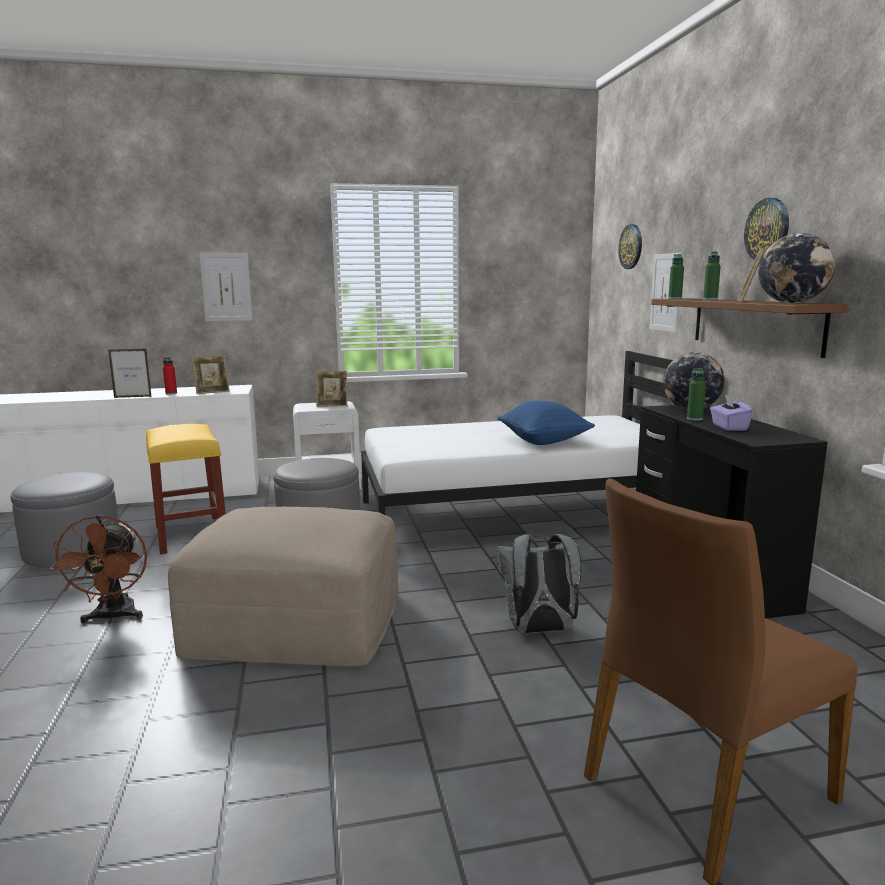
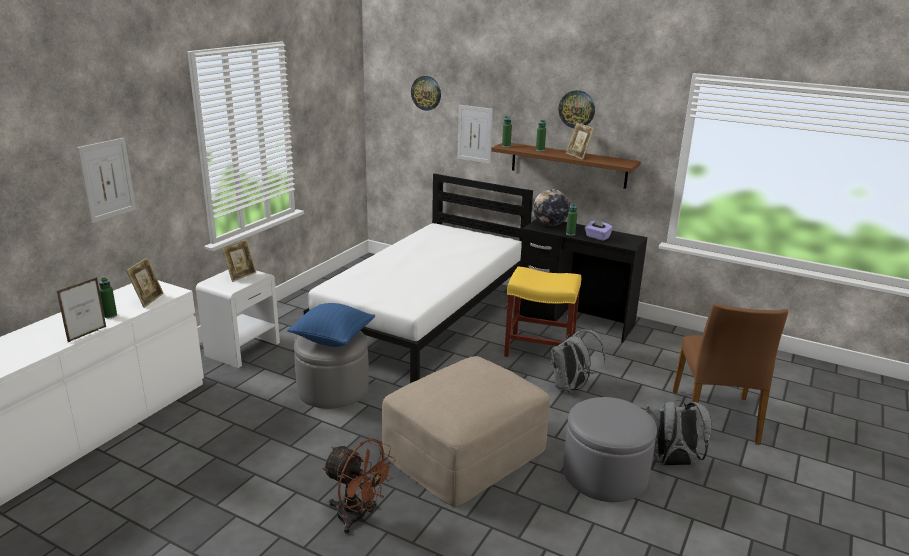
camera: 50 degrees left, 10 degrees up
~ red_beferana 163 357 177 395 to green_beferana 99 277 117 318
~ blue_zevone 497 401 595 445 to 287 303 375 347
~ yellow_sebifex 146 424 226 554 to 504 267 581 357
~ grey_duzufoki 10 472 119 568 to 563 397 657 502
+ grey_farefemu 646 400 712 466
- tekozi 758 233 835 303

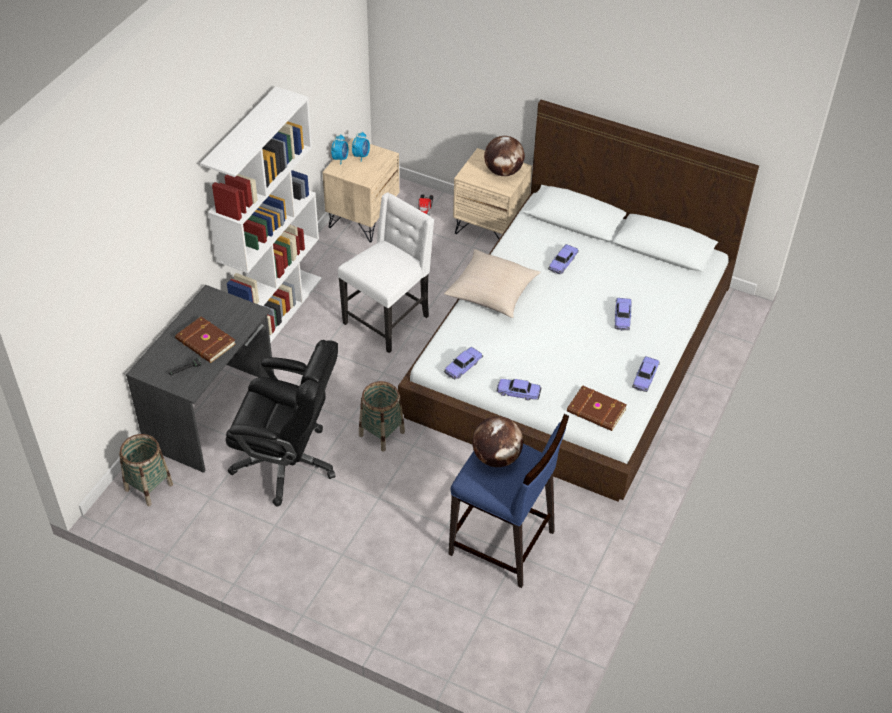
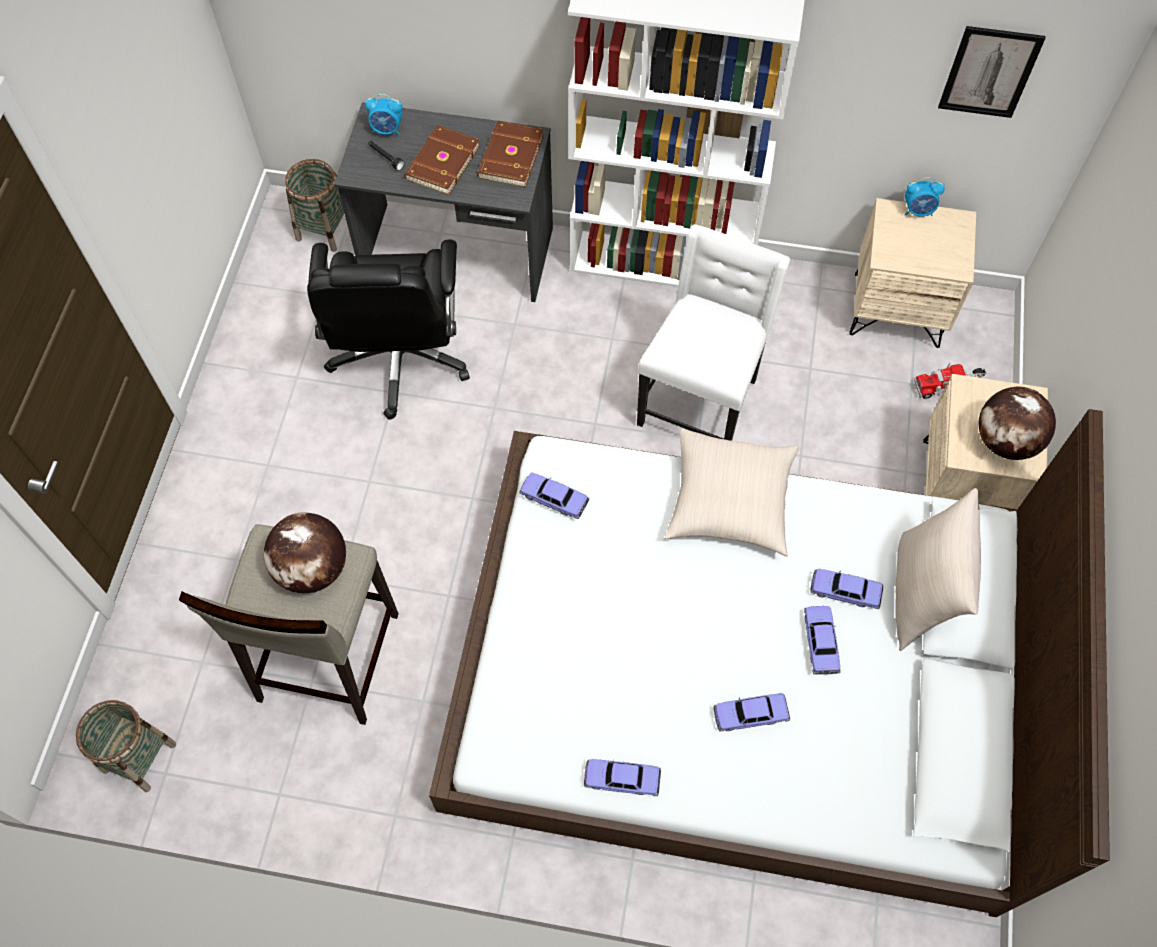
camera: 75 degrees right, 15 degrees up
~ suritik 359 381 405 452 to 76 700 176 792
~ blue_sebifex 449 414 569 588 to beige_sebifex 179 524 399 725
~ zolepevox 352 132 370 161 to 365 94 402 135
~ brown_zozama 567 385 627 431 to 477 121 544 188
~ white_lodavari 338 193 434 353 = 637 224 790 441 90 degrees counterclockwise
~ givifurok 497 379 541 401 to 804 606 841 675
+ beige_zevone 895 488 981 651
+ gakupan 938 26 1045 118

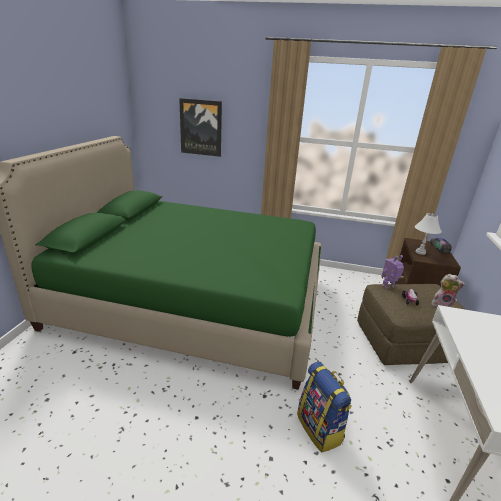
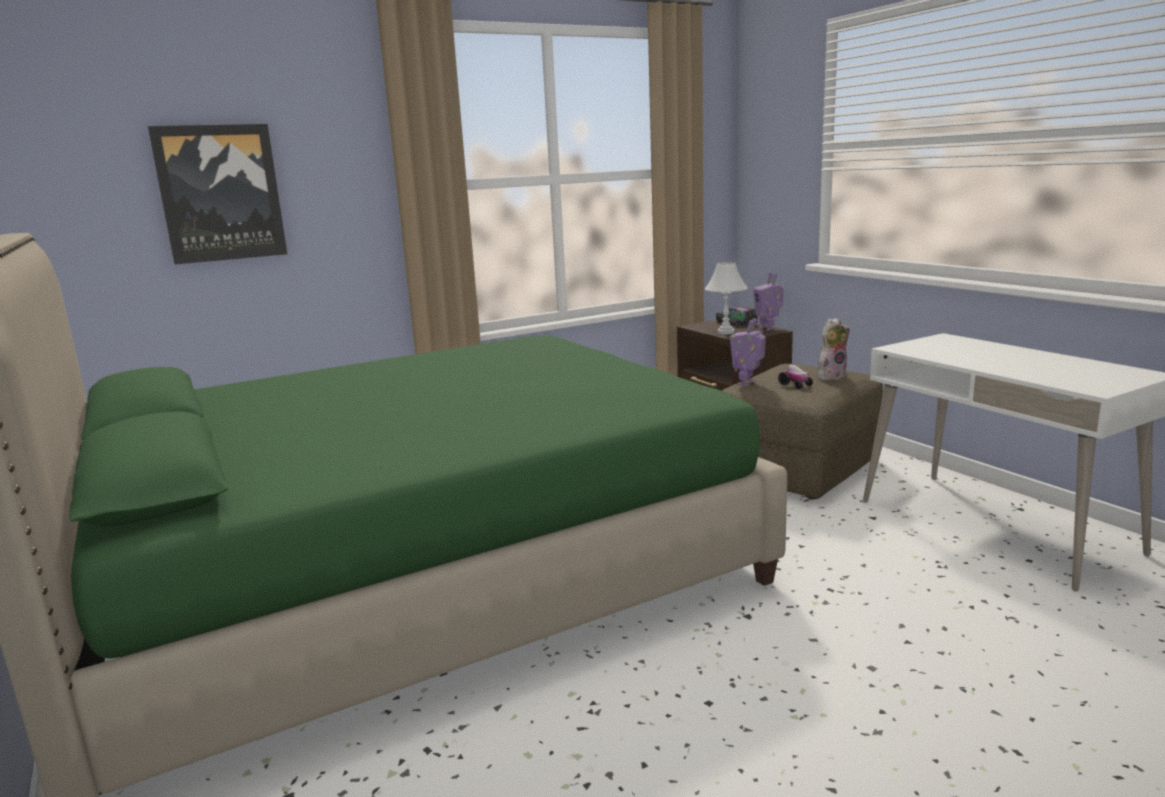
camera: 40 degrees left, 10 degrees down
+ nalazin 753 273 784 331
- farefemu 297 362 352 453

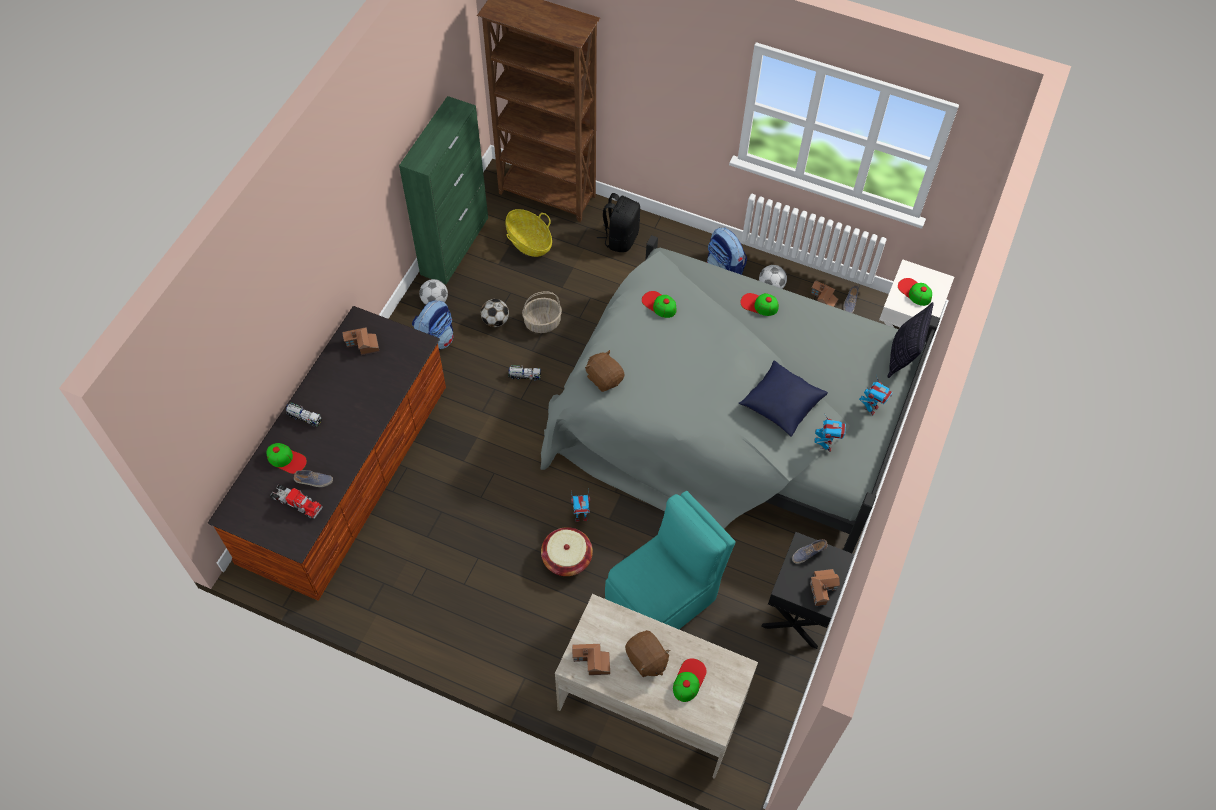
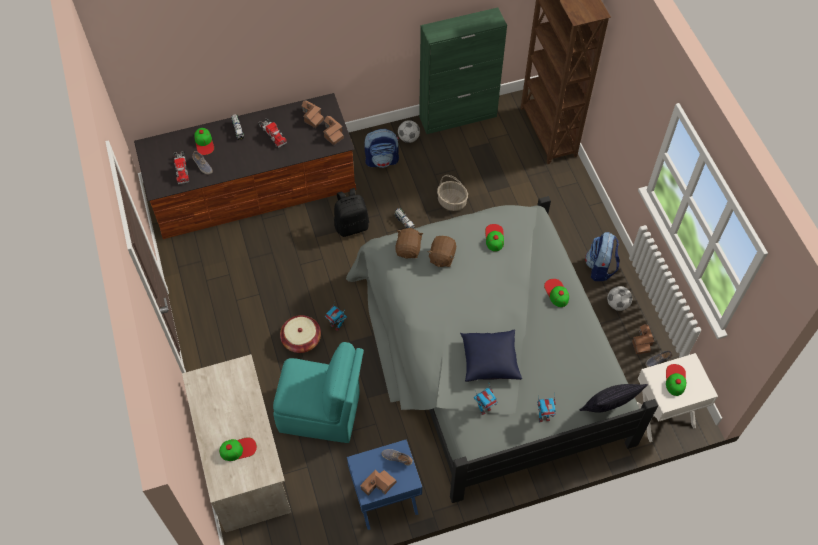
camera: 50 degrees right, 0 degrees up
+ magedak 258 118 287 148
~ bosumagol 572 644 610 675 to 323 116 344 145
~ black_farefemu 597 193 640 252 to 334 188 369 237
~ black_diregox 761 532 854 649 to blue_diregox 347 439 422 530
~ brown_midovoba 625 630 671 677 to 428 236 456 267
- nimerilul 481 299 509 327
- suritik 505 209 552 257

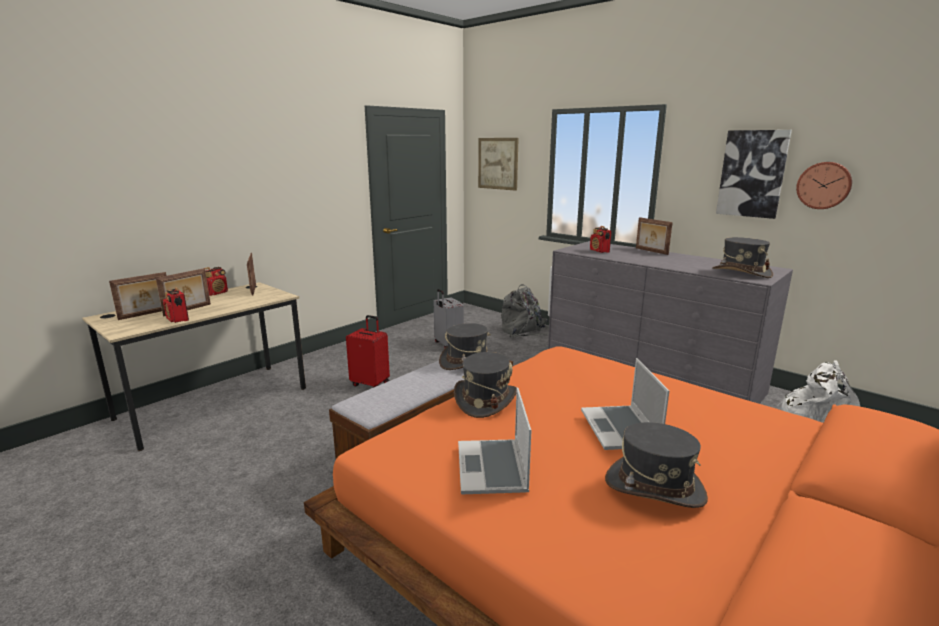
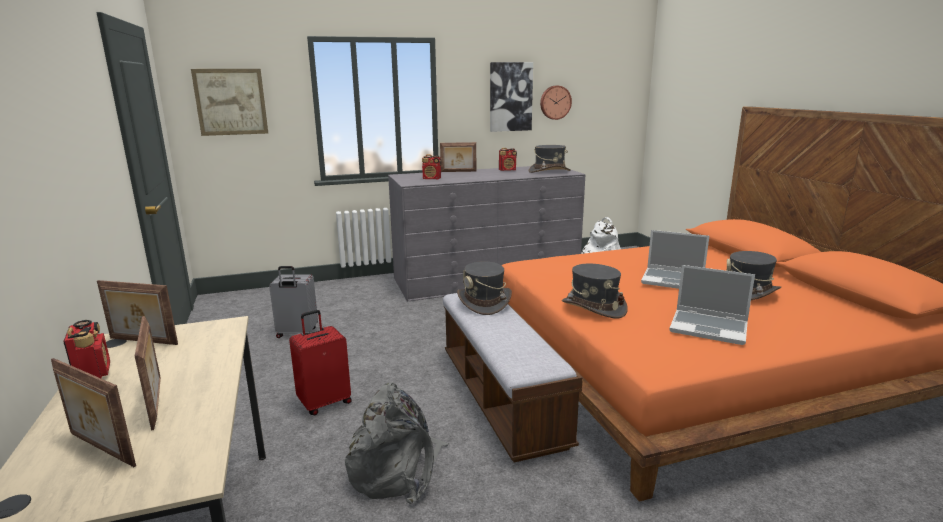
camera: 60 degrees left, 0 degrees up
~ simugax 109 272 166 320 = 51 358 136 467 135 degrees clockwise
~ grey_farefemu 501 285 549 338 to 345 382 449 504
~ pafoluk 163 287 189 323 to 499 148 517 171

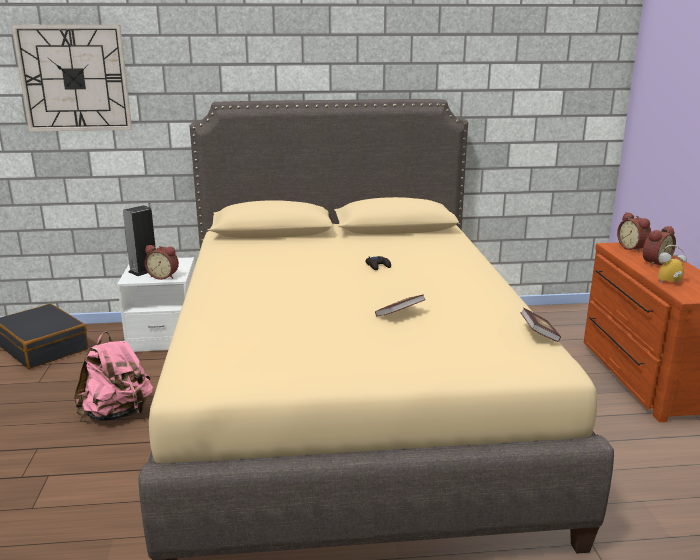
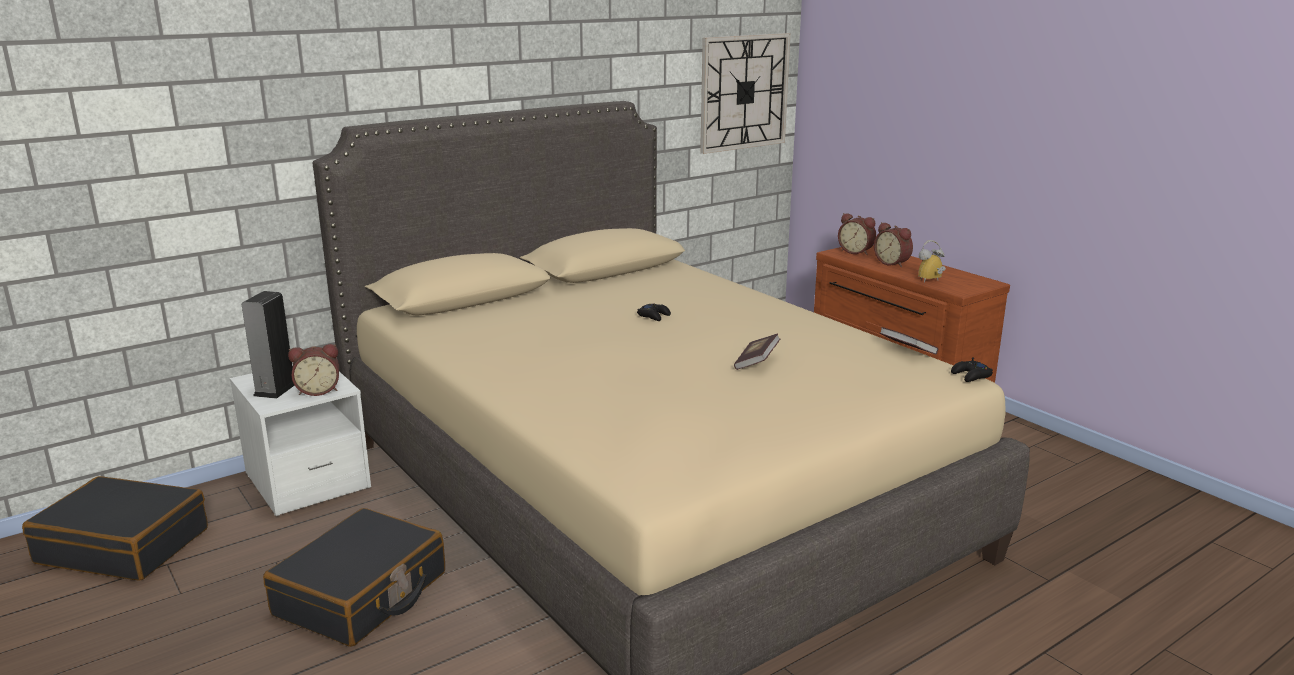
camera: 30 degrees left, 0 degrees up
~ pink_farefemu 74 332 153 421 to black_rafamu 263 508 445 647
~ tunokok 11 25 132 131 to 700 33 790 154
~ zolepevox 643 226 676 267 = 874 222 913 267 120 degrees clockwise
+ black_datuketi 951 358 993 382

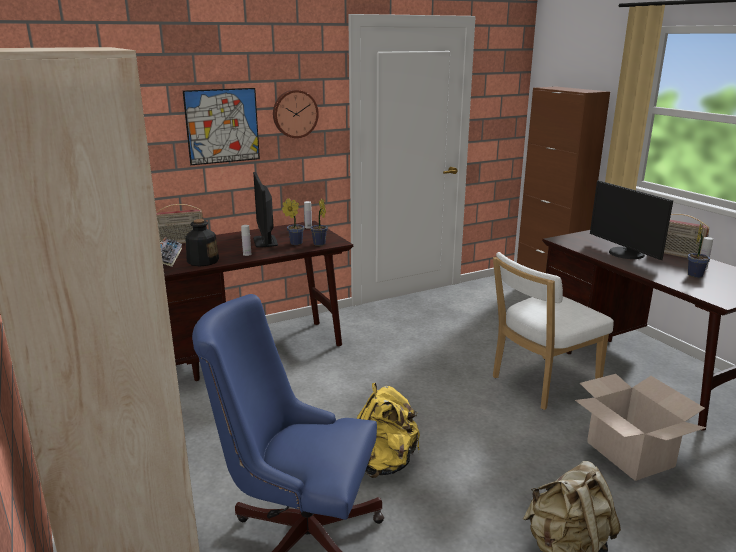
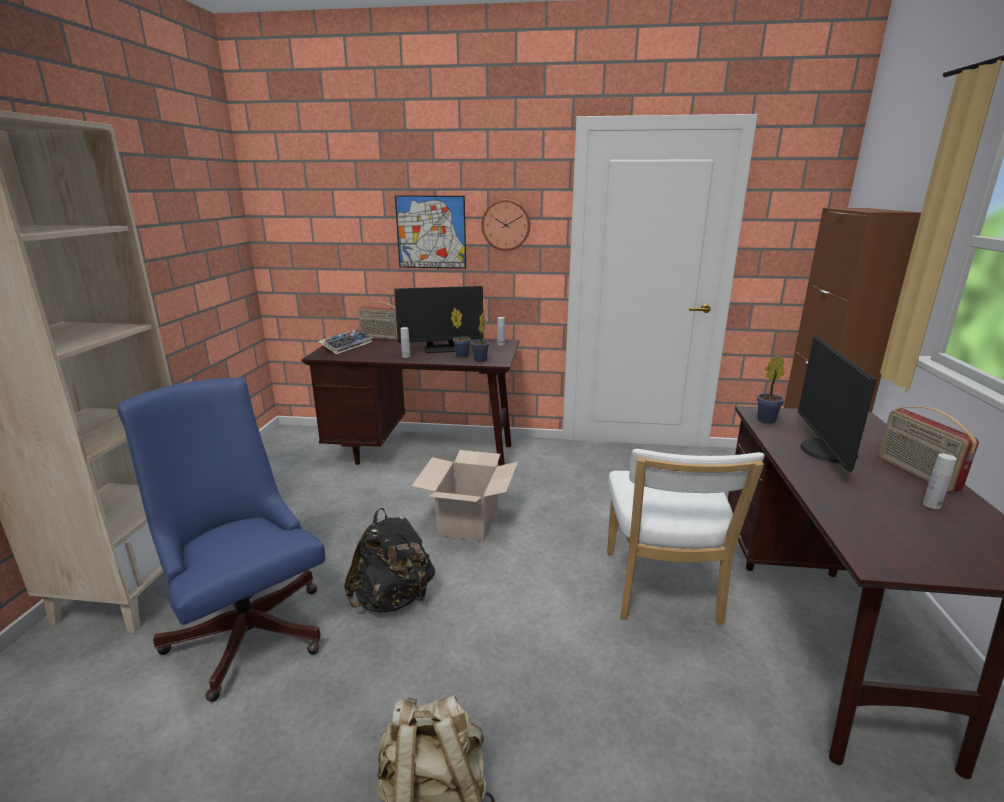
camera: 35 degrees right, 0 degrees up
~ yellow_farefemu 356 383 420 478 to black_farefemu 344 508 435 613
~ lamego 253 172 278 248 = 394 286 483 353 120 degrees counterclockwise
~ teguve 575 374 706 481 to 412 450 518 541
~ white_lodavari 493 252 614 410 = 607 449 764 624 90 degrees counterclockwise
~ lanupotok 687 223 710 278 to 757 355 784 424
- beferana 185 219 219 267

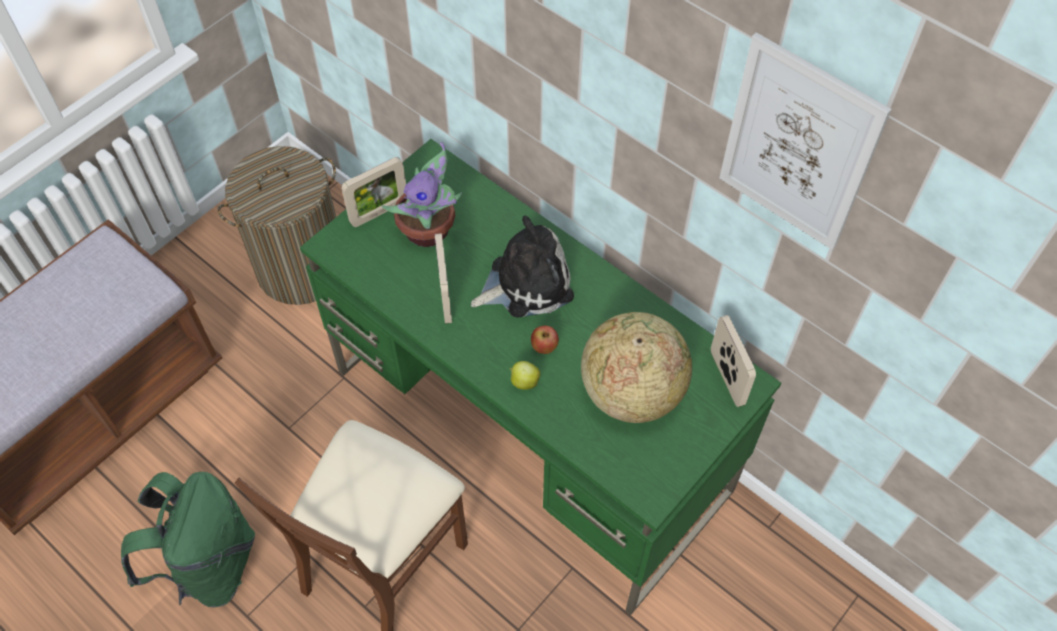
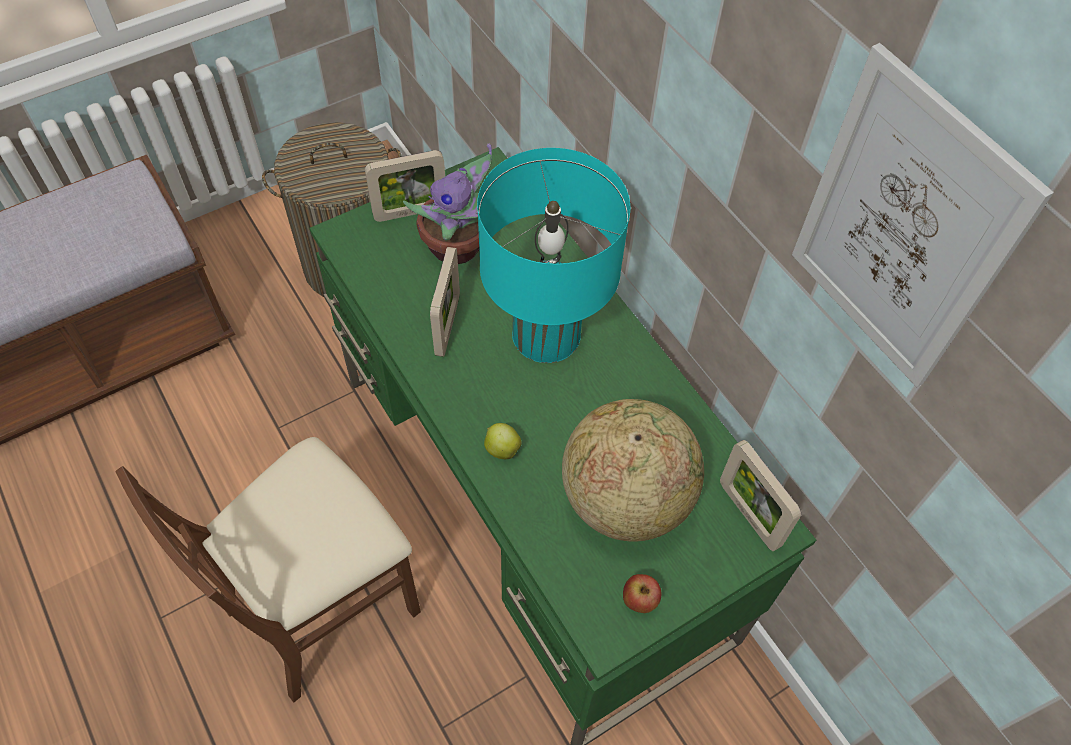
camera: 15 degrees right, 0 degrees up
~ midovoba 471 216 574 318 to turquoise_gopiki 477 148 630 363
~ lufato 531 326 559 354 to 623 574 661 613
~ simugax 711 315 756 407 = 720 440 801 551 150 degrees clockwise
- green_farefemu 121 472 255 608

